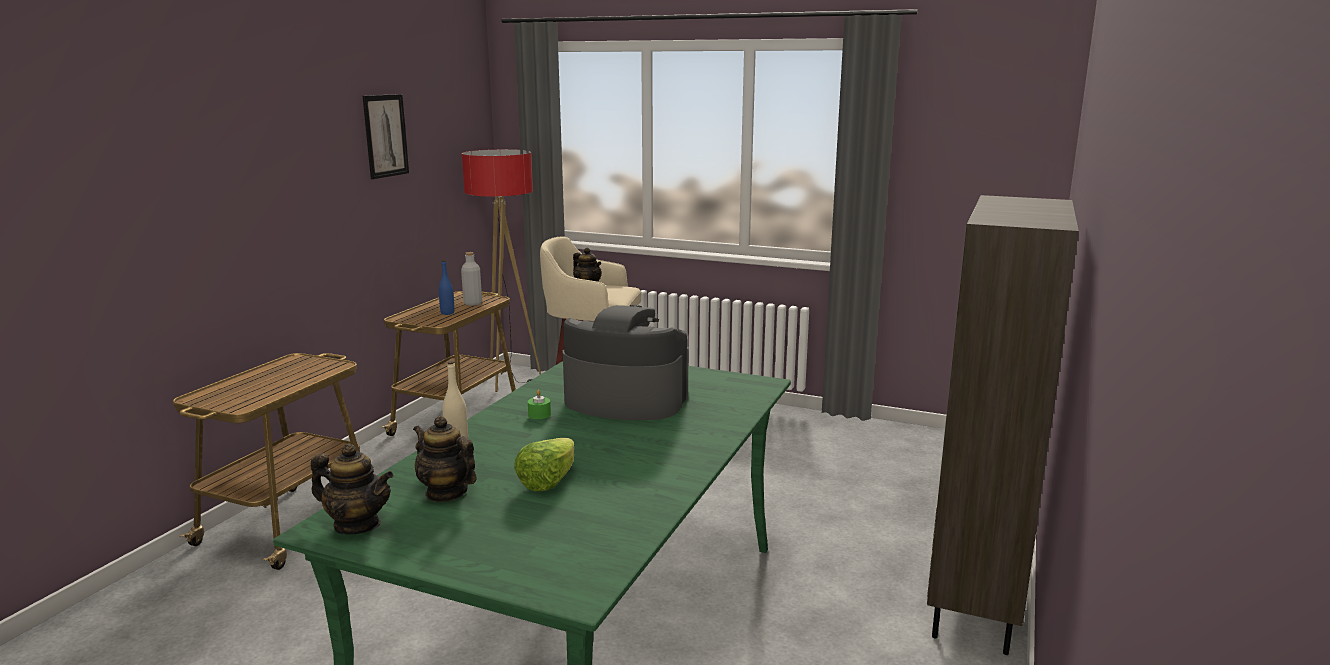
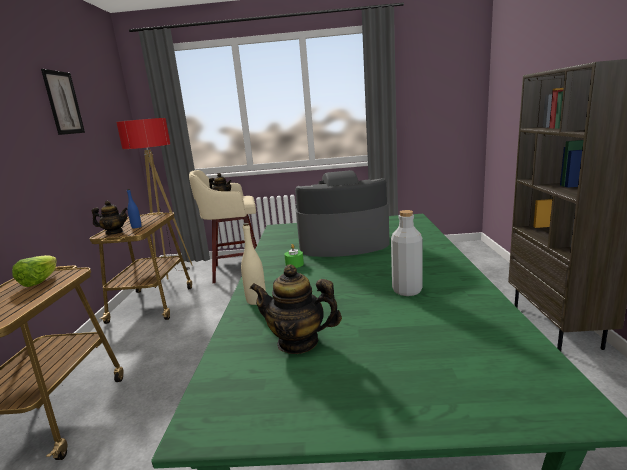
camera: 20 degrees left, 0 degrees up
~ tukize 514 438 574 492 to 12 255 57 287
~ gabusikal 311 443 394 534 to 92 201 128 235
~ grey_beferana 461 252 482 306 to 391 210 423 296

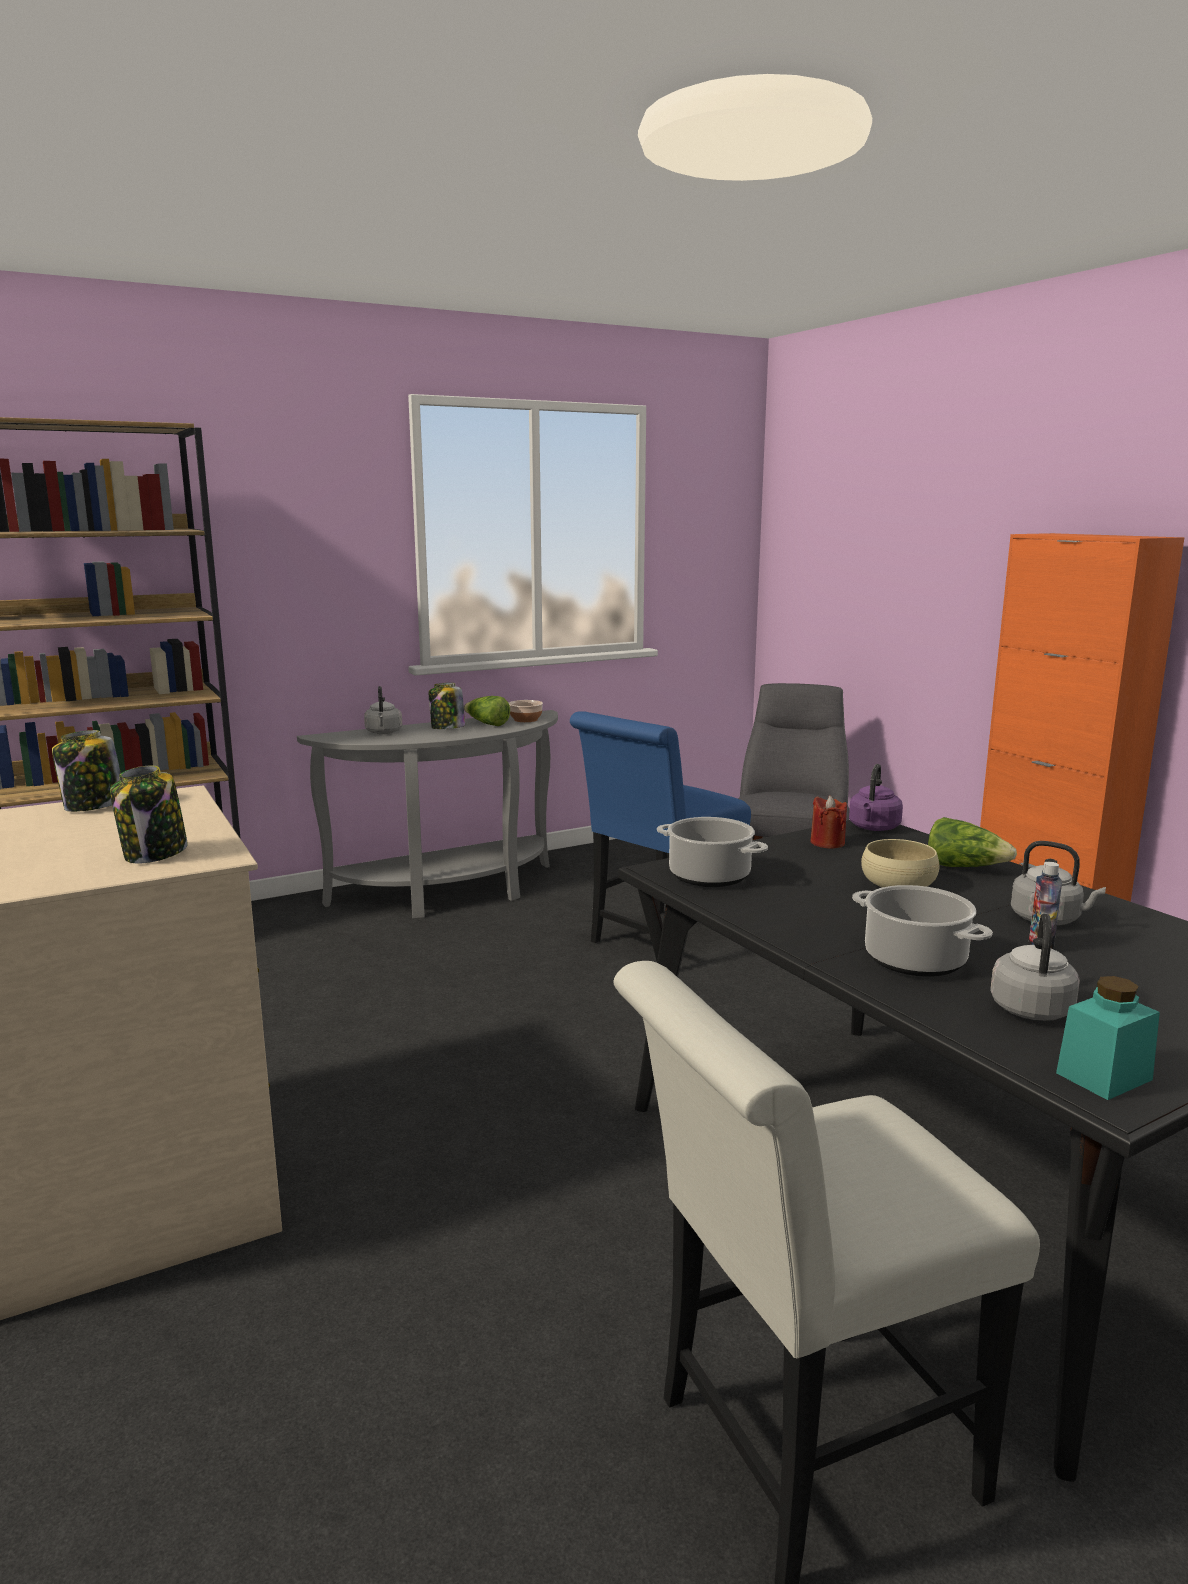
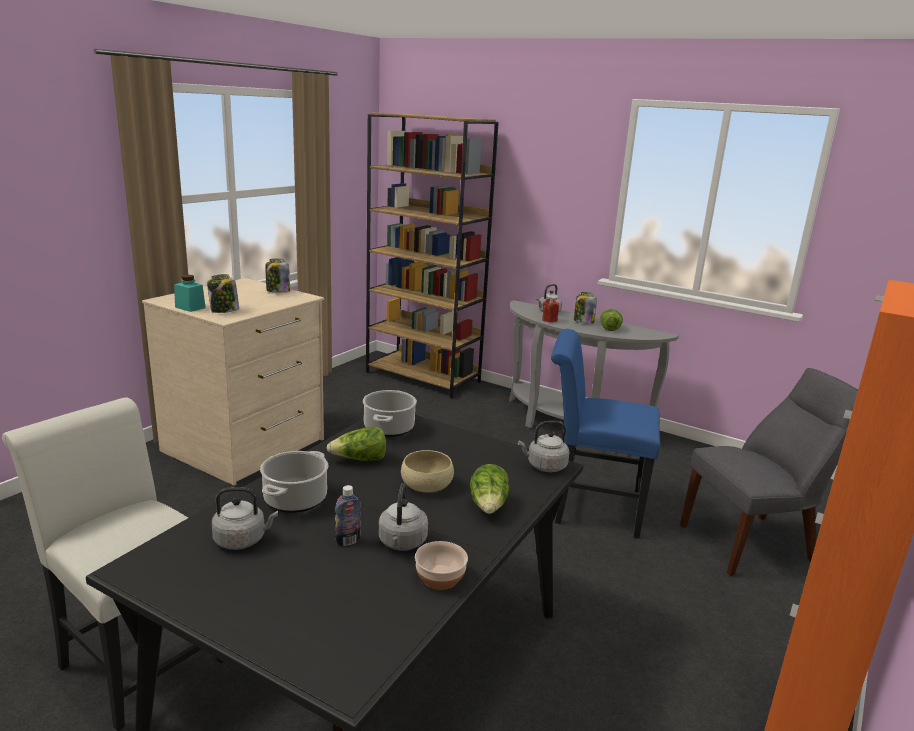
camera: 60 degrees right, 5 degrees up
~ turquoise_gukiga 1056 976 1160 1100 to 174 275 206 312
+ tukize 327 427 386 461
~ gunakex 509 700 543 722 to 415 541 468 590
~ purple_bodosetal 849 764 903 831 to grey_bodosetal 518 421 569 472
~ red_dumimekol 810 795 847 849 to 542 298 559 322

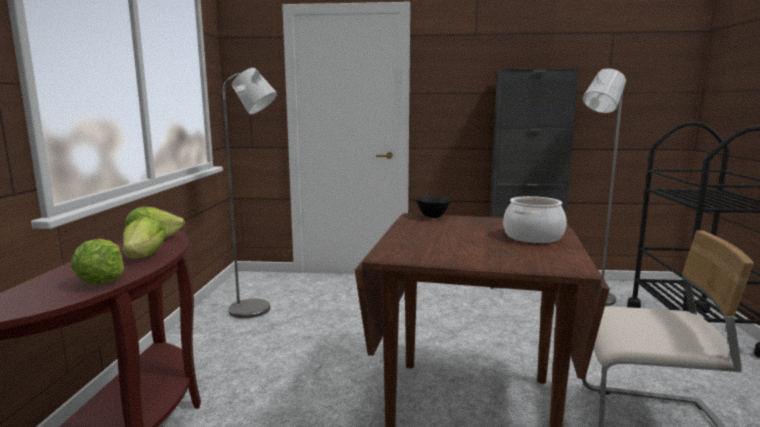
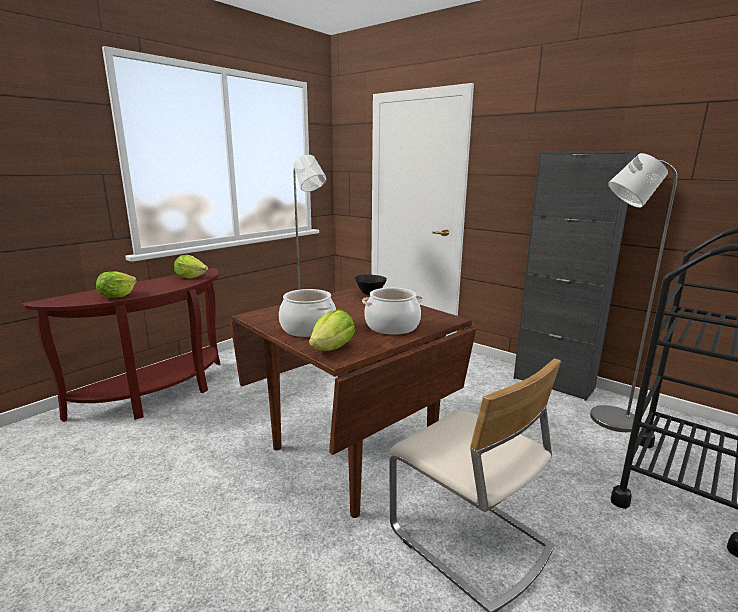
camera: 35 degrees right, 5 degrees up
+ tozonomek 279 289 336 337
~ tukize 123 217 166 259 to 309 310 355 351

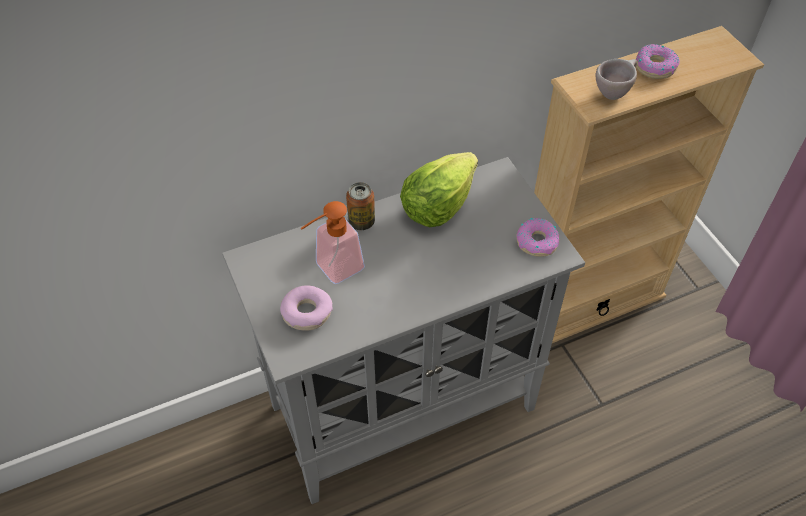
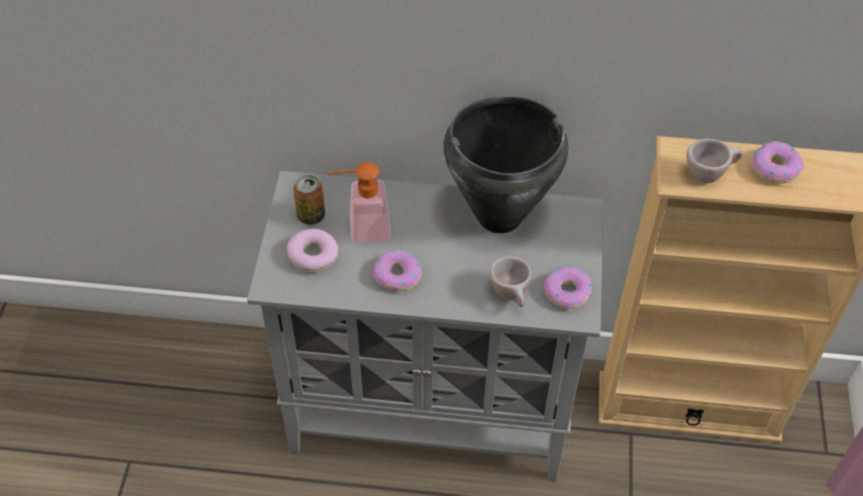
camera: 30 degrees right, 0 degrees up
~ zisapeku 346 182 375 230 to 293 175 325 225
+ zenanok 373 249 422 291
~ tukize 400 152 478 227 to black_tozonomek 444 96 568 233
+ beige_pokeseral 490 256 532 307

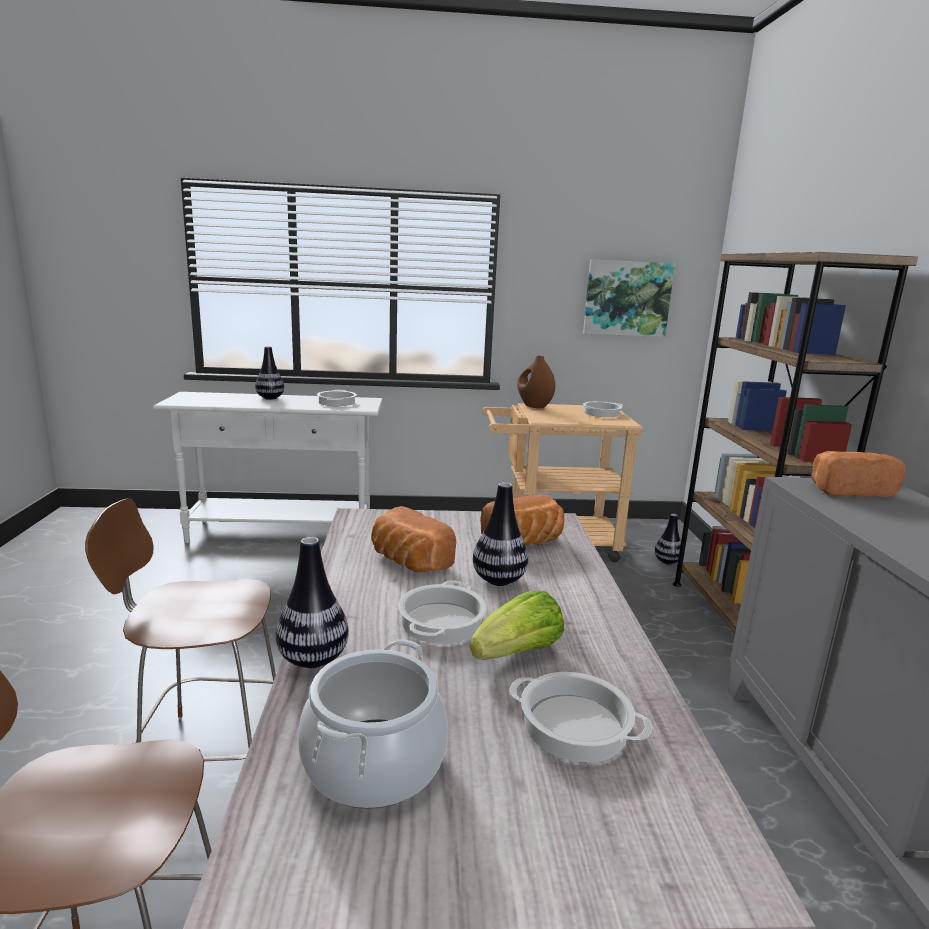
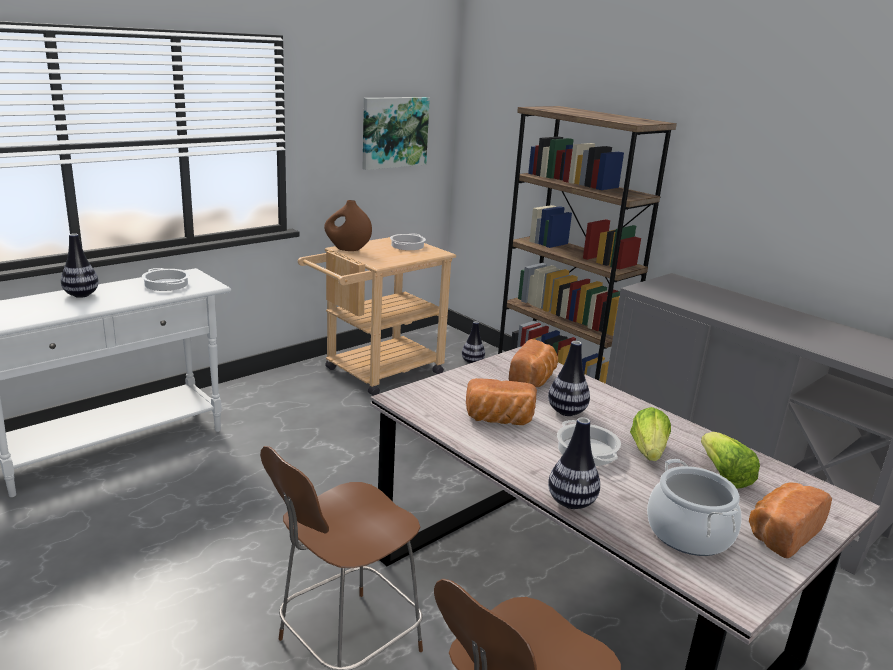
camera: 40 degrees left, 5 degrees up
~ tozonomek 509 672 652 762 to tukize 701 432 760 489
~ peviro 811 451 906 497 to 749 483 832 558

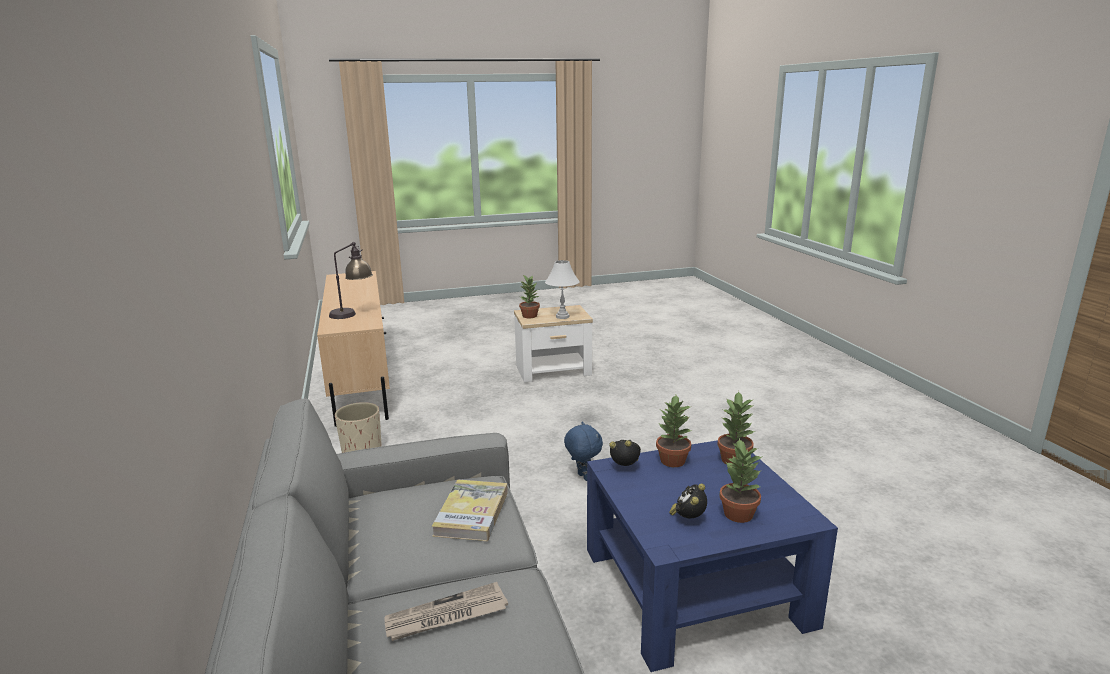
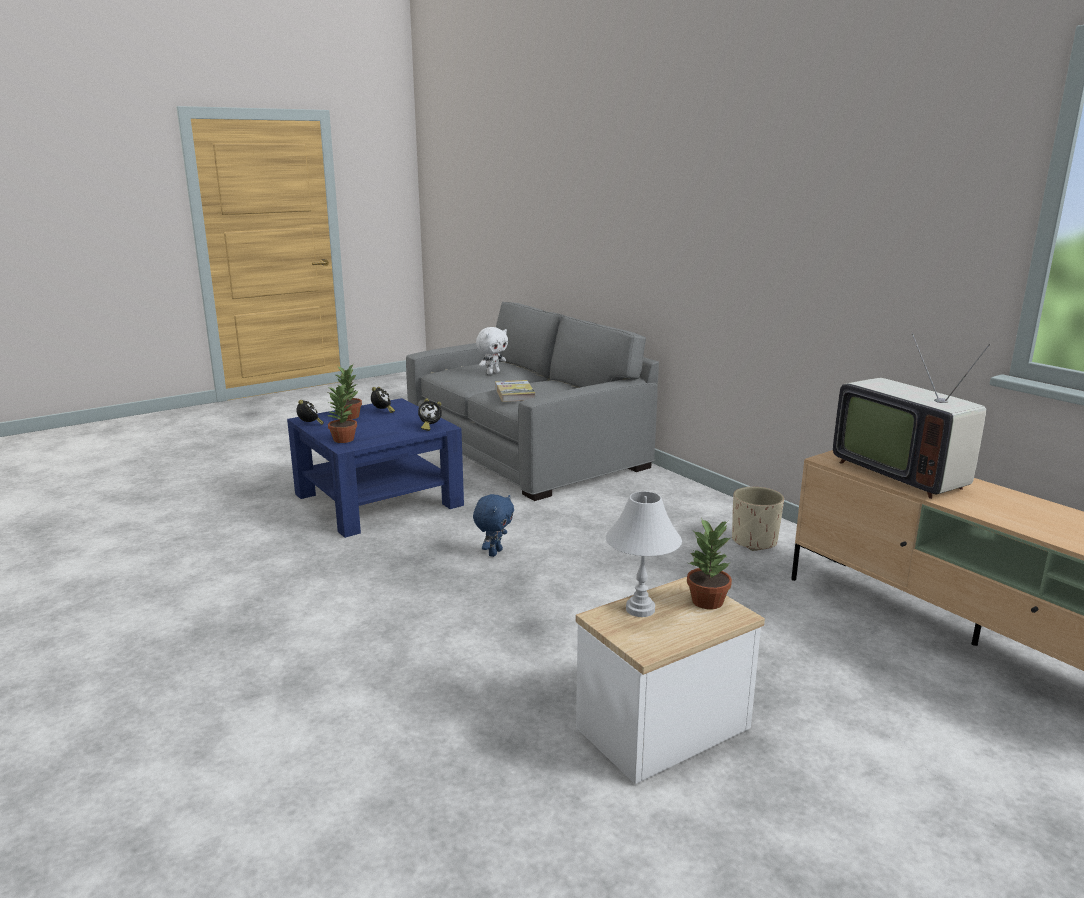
camera: 160 degrees right, 0 degrees up
+ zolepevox 296 400 324 425
~ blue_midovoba 564 422 603 481 = 473 494 514 557 105 degrees counterclockwise
~ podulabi 384 582 508 641 to white_midovoba 476 327 508 375
~ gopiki 329 242 373 319 to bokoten 833 333 990 499
- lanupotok 656 395 692 467

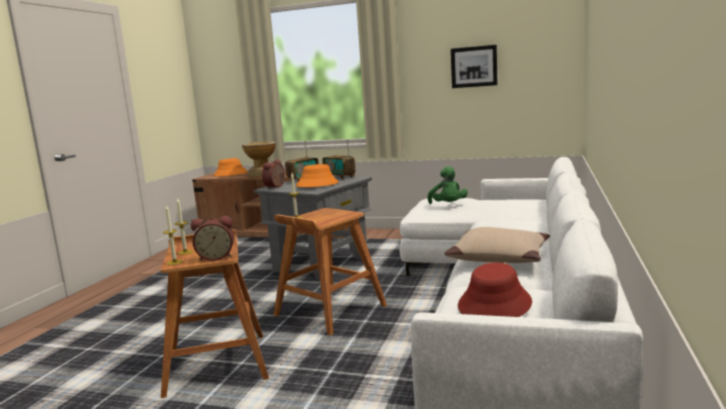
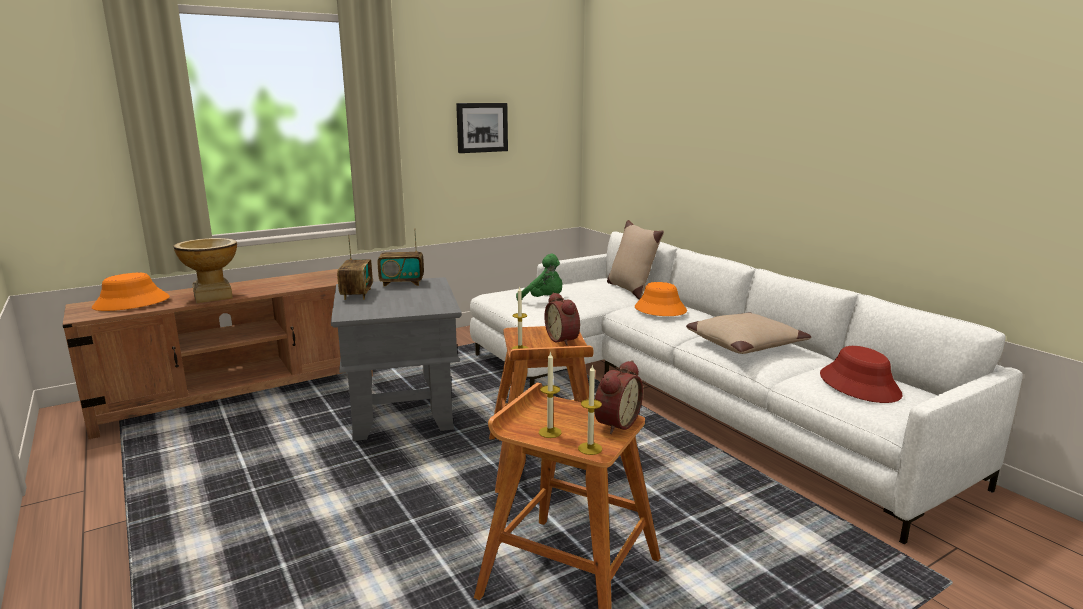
camera: 50 degrees left, 5 degrees up
~ zolepevox 262 159 285 189 to 544 292 580 346
+ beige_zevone 607 220 664 300
~ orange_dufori 296 164 338 187 to 635 282 687 316

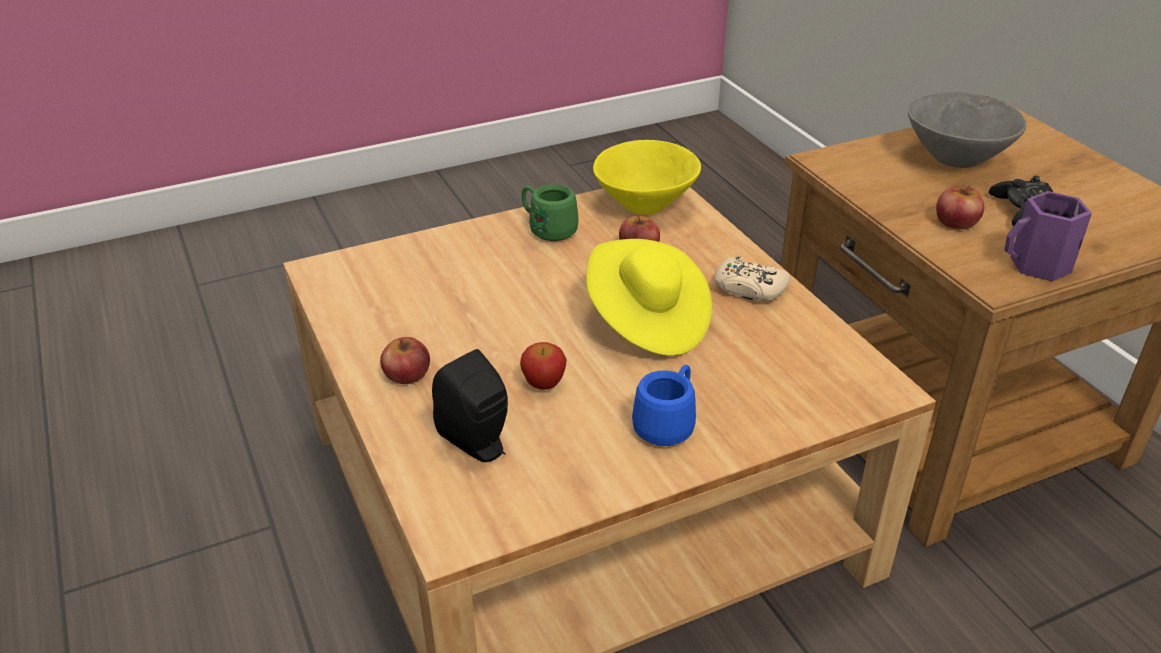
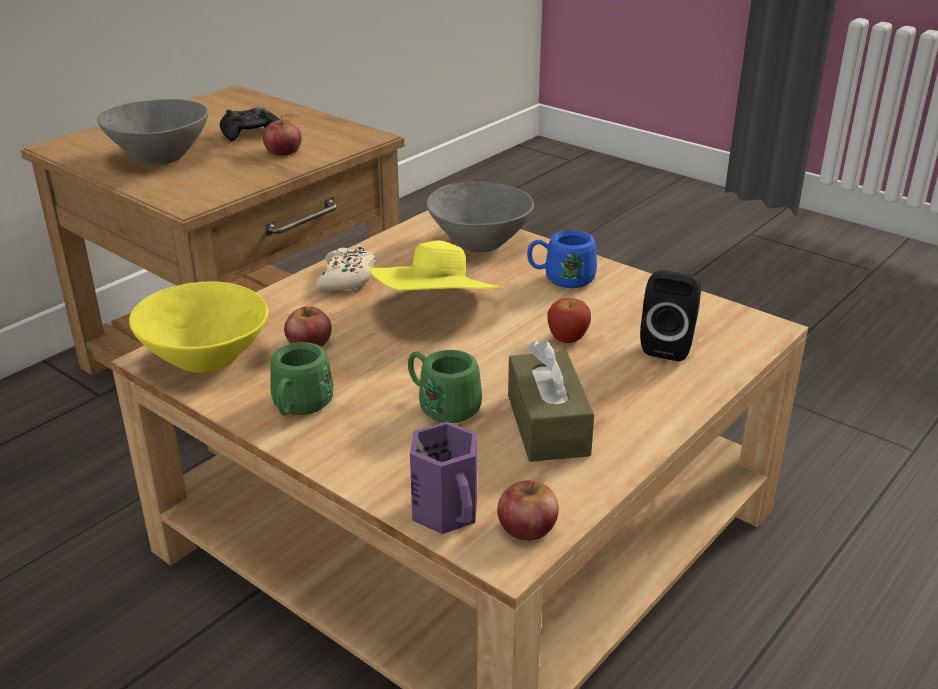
camera: 115 degrees left, 5 degrees down
+ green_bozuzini 408 350 482 423
~ purple_bozuzini 1004 191 1092 281 to 410 422 478 534
+ grey_gunakex 427 182 534 252
~ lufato 380 337 430 384 to 497 480 559 541
+ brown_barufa 508 340 594 462

